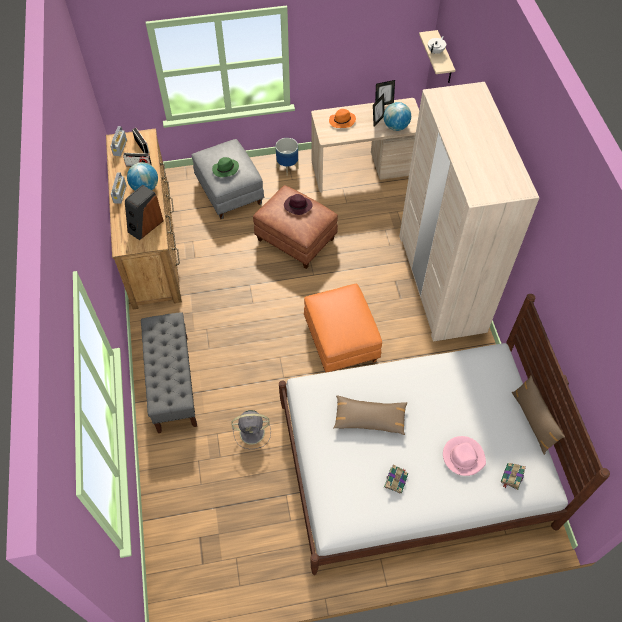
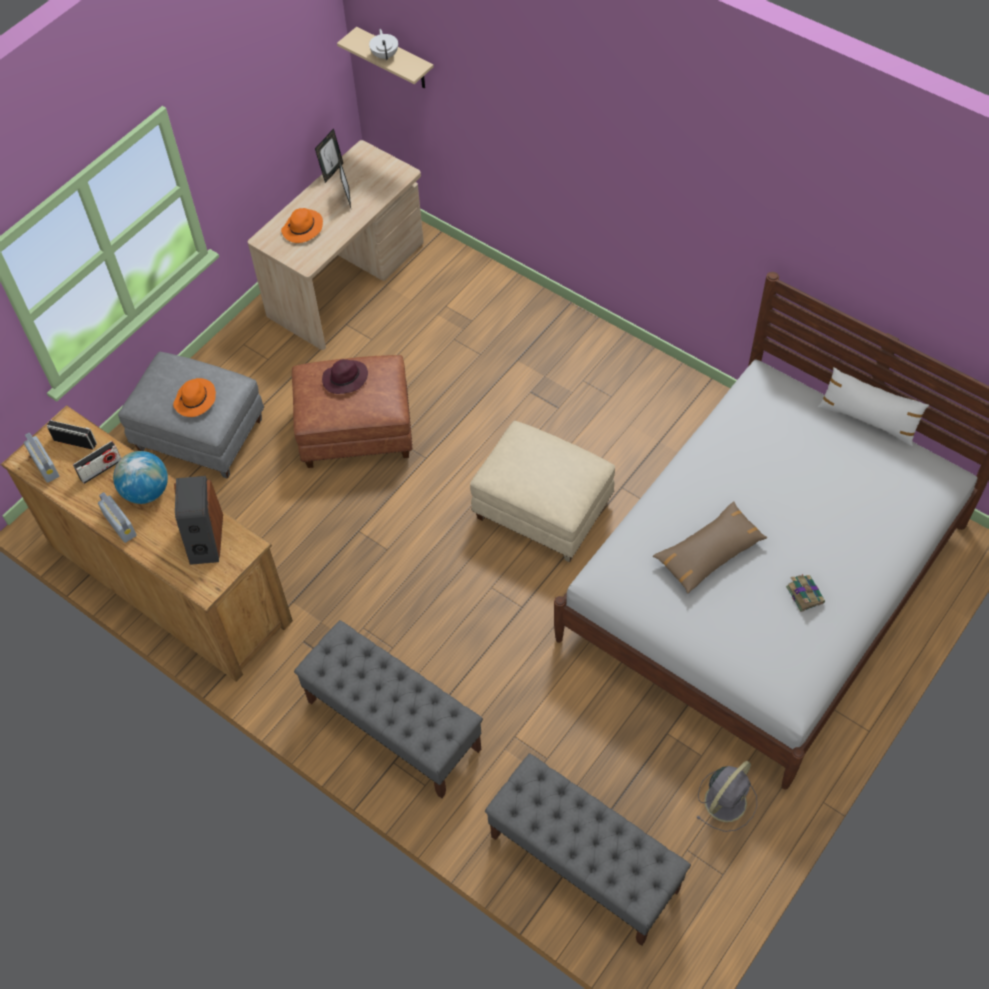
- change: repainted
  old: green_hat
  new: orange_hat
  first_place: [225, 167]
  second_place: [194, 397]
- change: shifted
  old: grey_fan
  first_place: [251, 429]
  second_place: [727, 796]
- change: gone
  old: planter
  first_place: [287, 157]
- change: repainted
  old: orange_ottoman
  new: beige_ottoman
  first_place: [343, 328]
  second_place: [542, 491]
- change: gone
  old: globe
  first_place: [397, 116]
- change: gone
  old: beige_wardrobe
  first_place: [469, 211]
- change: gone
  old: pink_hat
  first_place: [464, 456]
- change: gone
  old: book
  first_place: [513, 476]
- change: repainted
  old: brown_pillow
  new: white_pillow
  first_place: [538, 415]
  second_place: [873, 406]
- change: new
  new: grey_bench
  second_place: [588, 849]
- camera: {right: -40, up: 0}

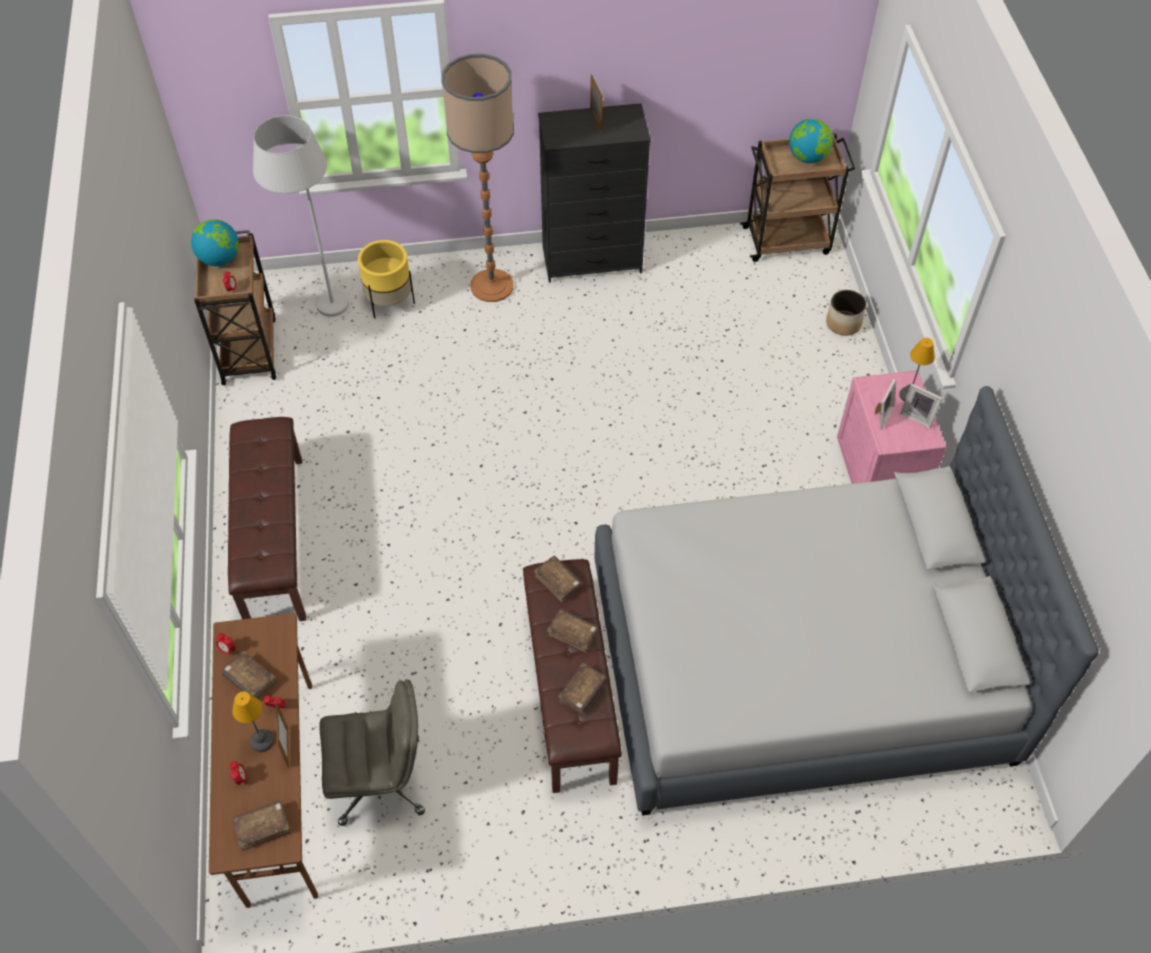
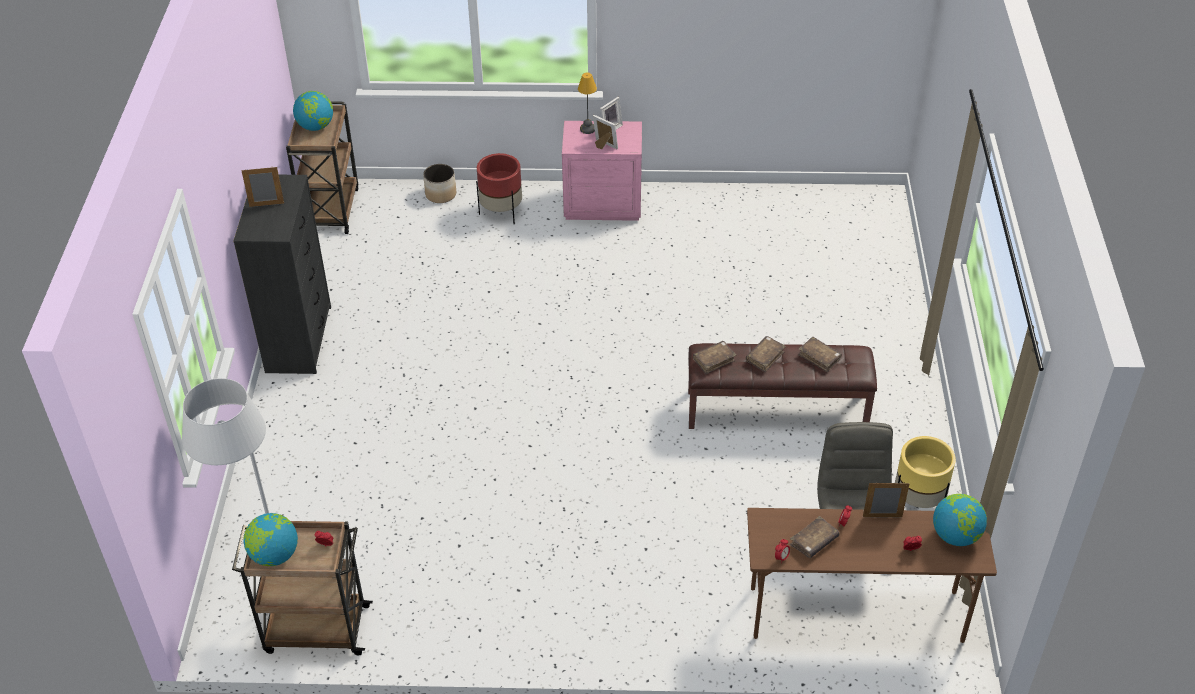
- change: gone
  old: brown_bench
  first_place: [267, 519]
- change: gone
  old: table_lamp
  first_place: [253, 722]
- change: swapped
  old: brown_book
  new: globe
  first_place: [261, 825]
  second_place: [960, 520]
- change: shifted
  old: yellow_planter
  first_place: [386, 279]
  second_place: [925, 472]
- change: gone
  old: floor_lamp
  first_place: [477, 178]
- change: gone
  old: grey_bed
  first_place: [847, 601]
- change: new
  new: red_planter
  second_place: [499, 188]
- camera: {right: -80, up: -10}

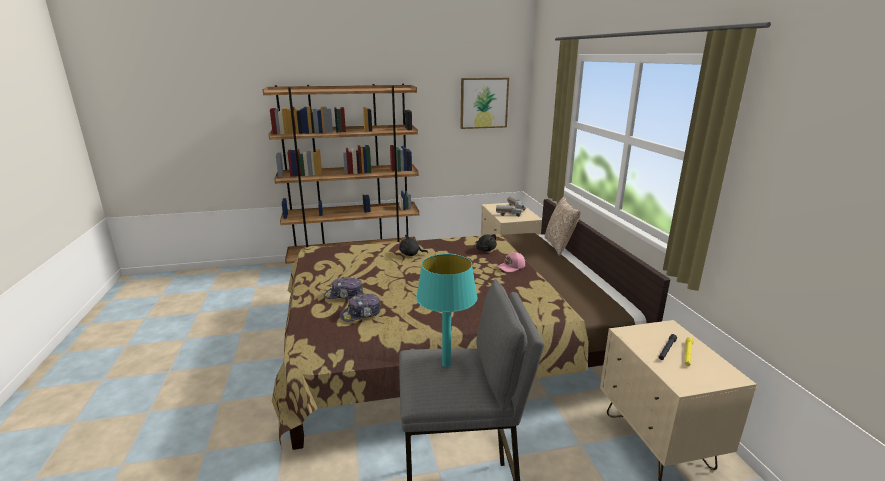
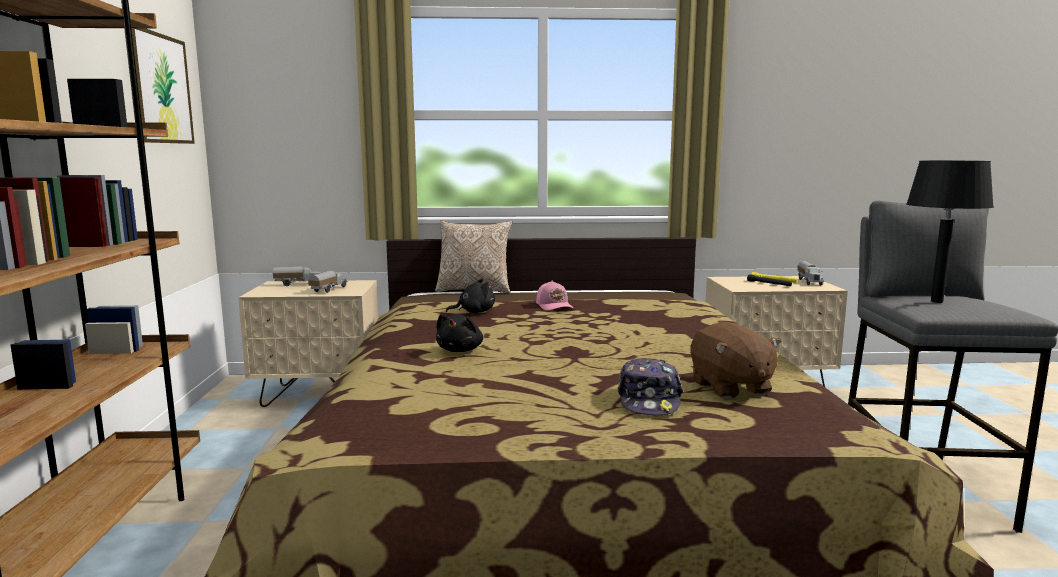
- change: swapped
  old: cap
  new: brown_plush_toy
  first_place: [360, 307]
  second_place: [736, 360]
- change: repainted
  old: turquoise_table_lamp
  new: black_table_lamp
  first_place: [446, 310]
  second_place: [950, 232]
- change: new
  new: toy_truck
  second_place: [810, 273]
- camera: {right: -80, up: -10}

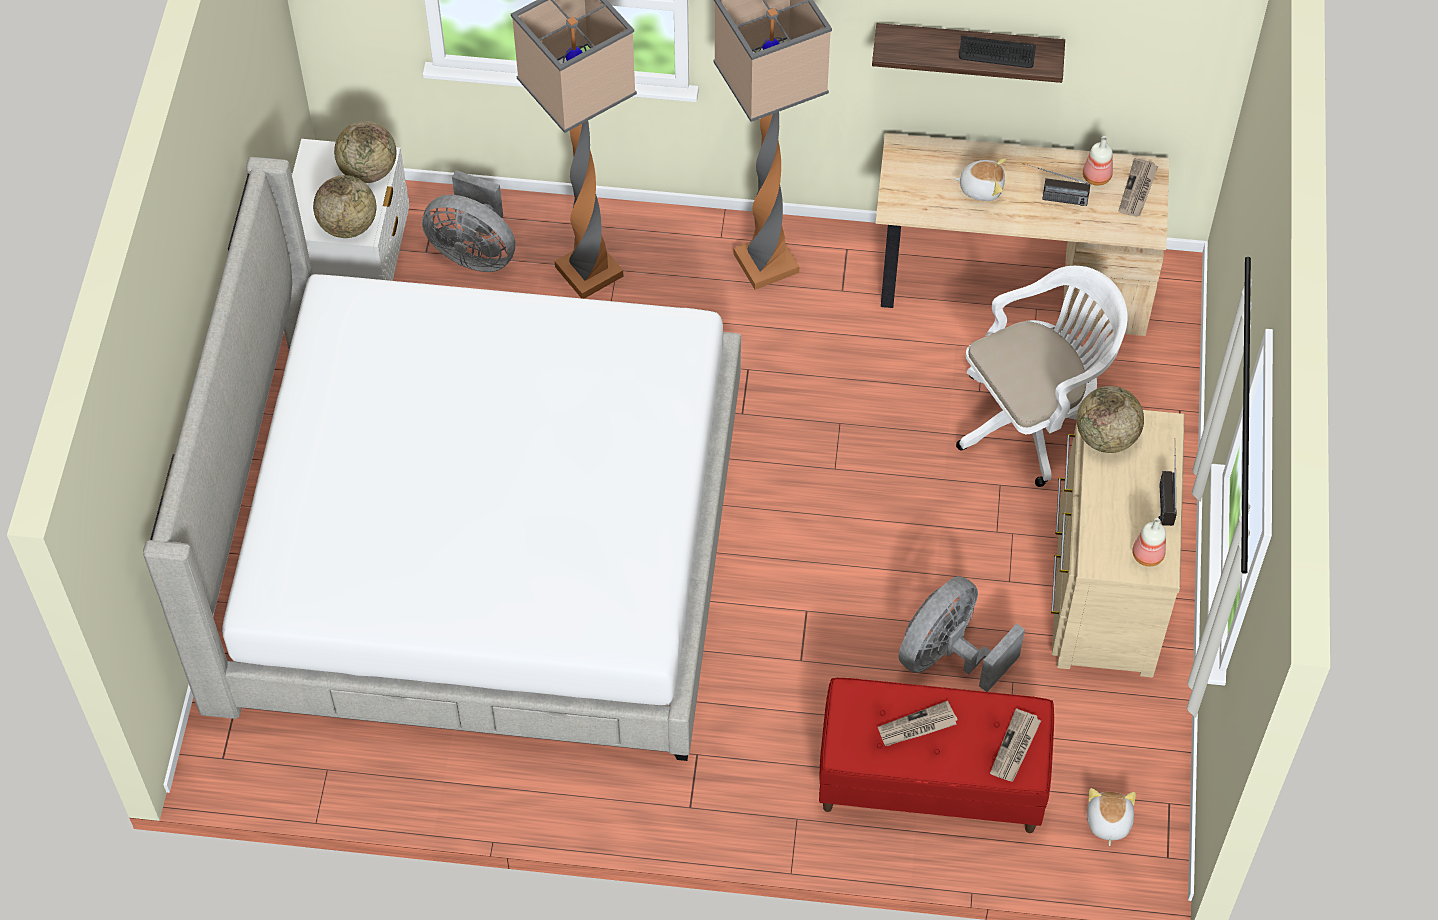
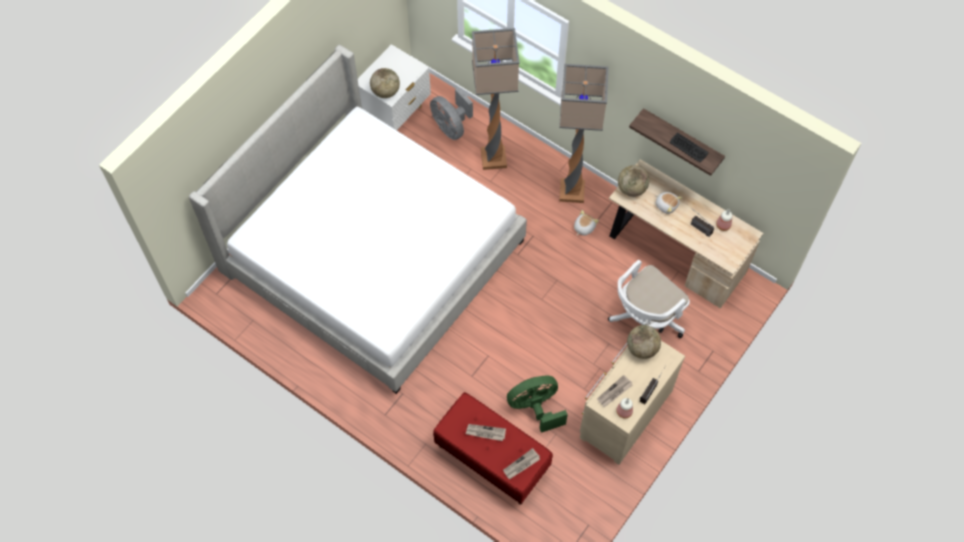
- change: shifted
  old: globe
  first_place: [365, 152]
  second_place: [633, 181]
- change: repainted
  old: grey_fan
  new: green_fan
  first_place: [962, 634]
  second_place: [537, 404]
- change: rotated
  old: white_office_chair
  first_place: [1042, 376]
  second_place: [649, 299]
  degrees: 135
- change: shifted
  old: plush_toy
  first_place: [1111, 817]
  second_place: [586, 222]
- change: shifted
  old: newspaper
  first_place: [1138, 187]
  second_place: [614, 391]
- camera: {right: 30, up: 5}

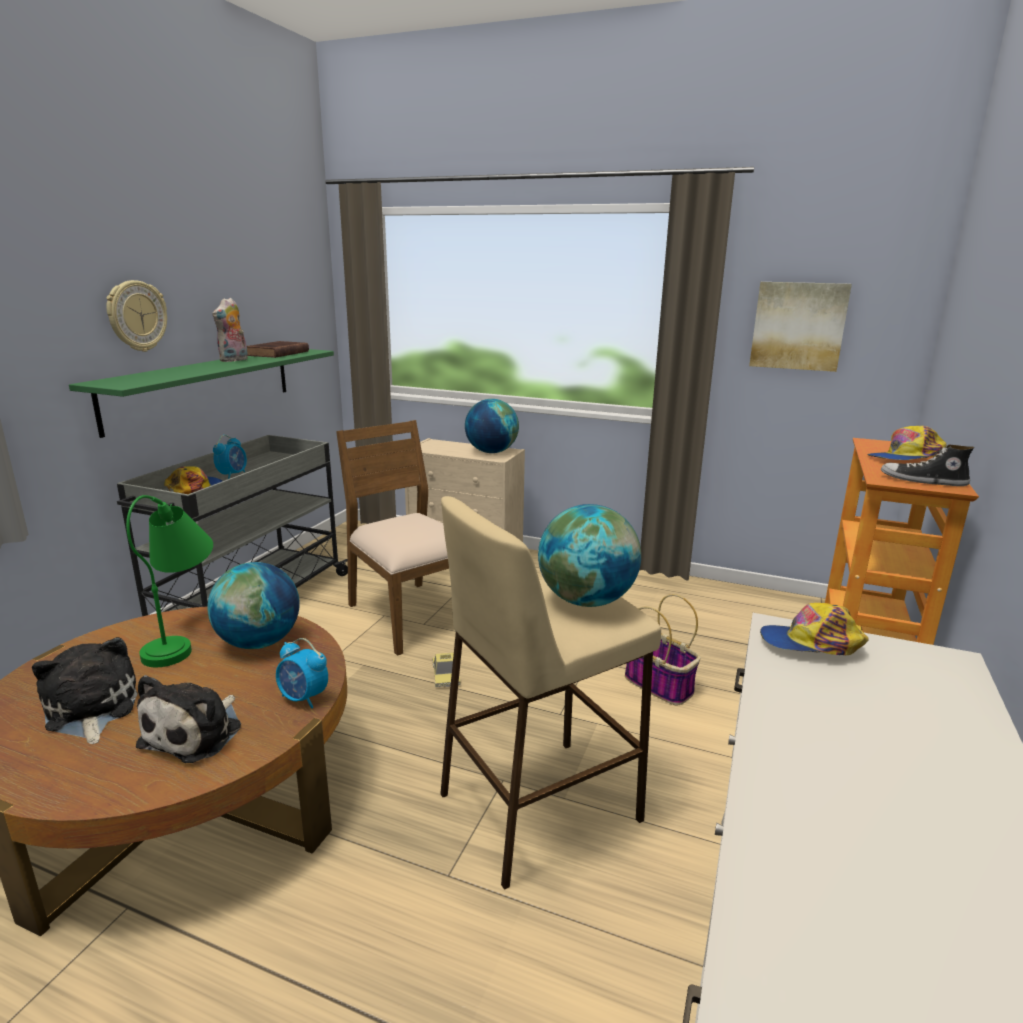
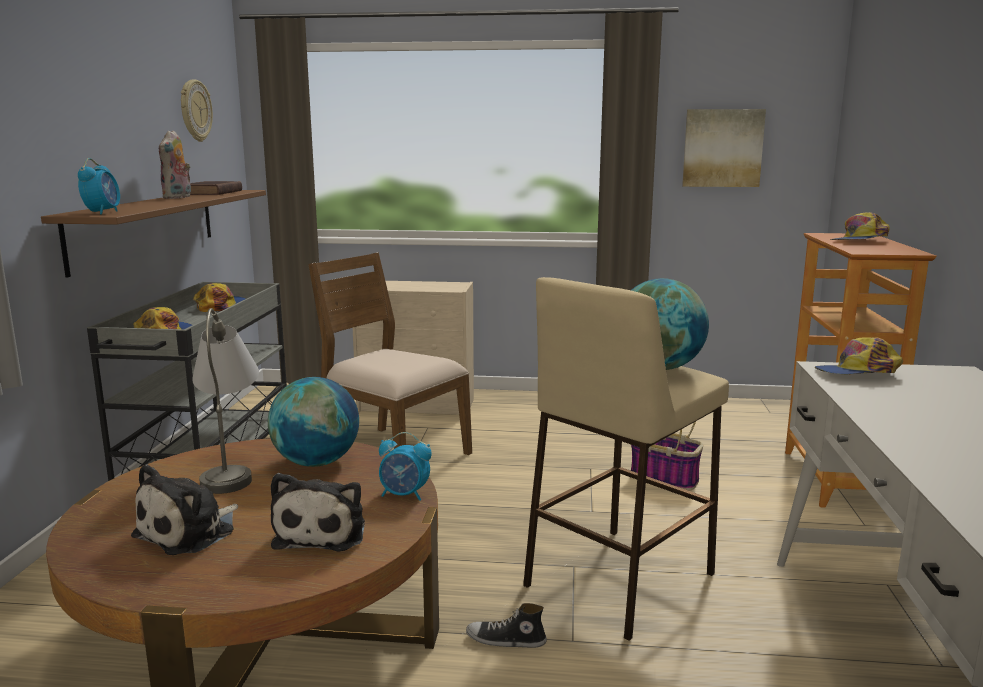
- change: rotated
  old: plush_toy
  first_place: [85, 690]
  second_place: [184, 509]
  degrees: -105
- change: repainted
  old: green_shelf
  new: brown_shelf
  first_place: [201, 393]
  second_place: [153, 234]
- change: shifted
  old: wall_clock
  first_place: [136, 316]
  second_place: [197, 110]
- change: repainted
  old: green_table_lamp
  new: grey_table_lamp
  first_place: [169, 581]
  second_place: [225, 401]
- change: shifted
  old: alarm_clock
  first_place: [230, 457]
  second_place: [99, 186]
- change: gone
  old: toy_car
  first_place: [446, 670]
- change: gone
  old: globe
  first_place: [492, 426]
- change: shifted
  old: shoe
  first_place: [927, 465]
  second_place: [506, 625]
- change: new
  new: cap
  second_place: [219, 297]
- camera: {right: -15, up: -5}

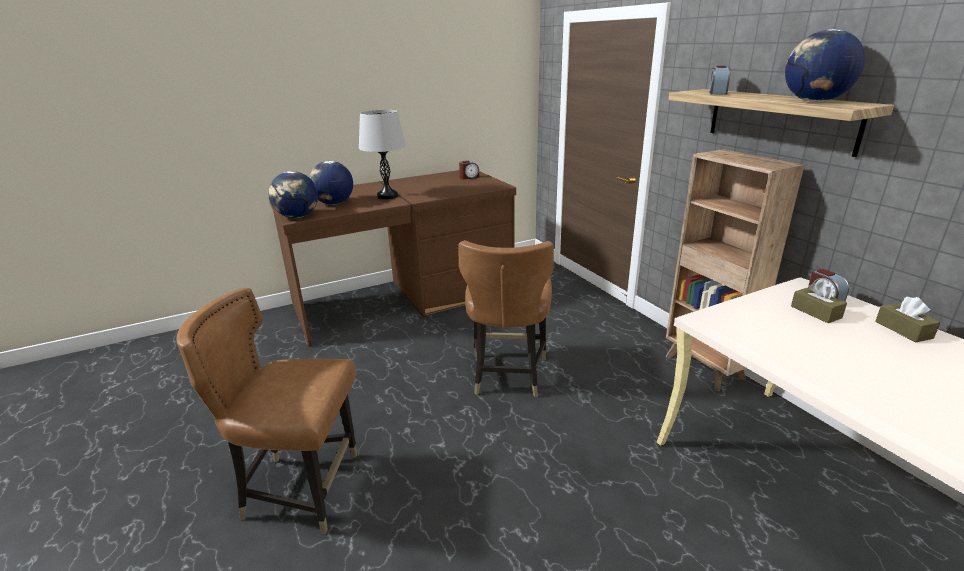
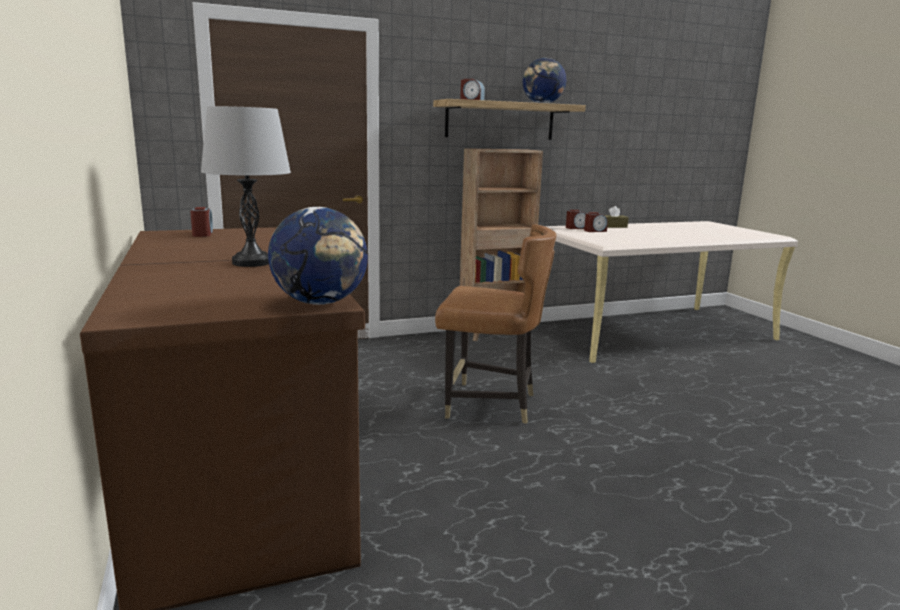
- change: gone
  old: brown_chair
  first_place: [266, 411]
- change: gone
  old: globe
  first_place: [331, 183]
- change: swapped
  old: brown_tissue_box
  new: alarm_clock
  first_place: [819, 302]
  second_place: [596, 222]
- camera: {right: -85, up: -10}

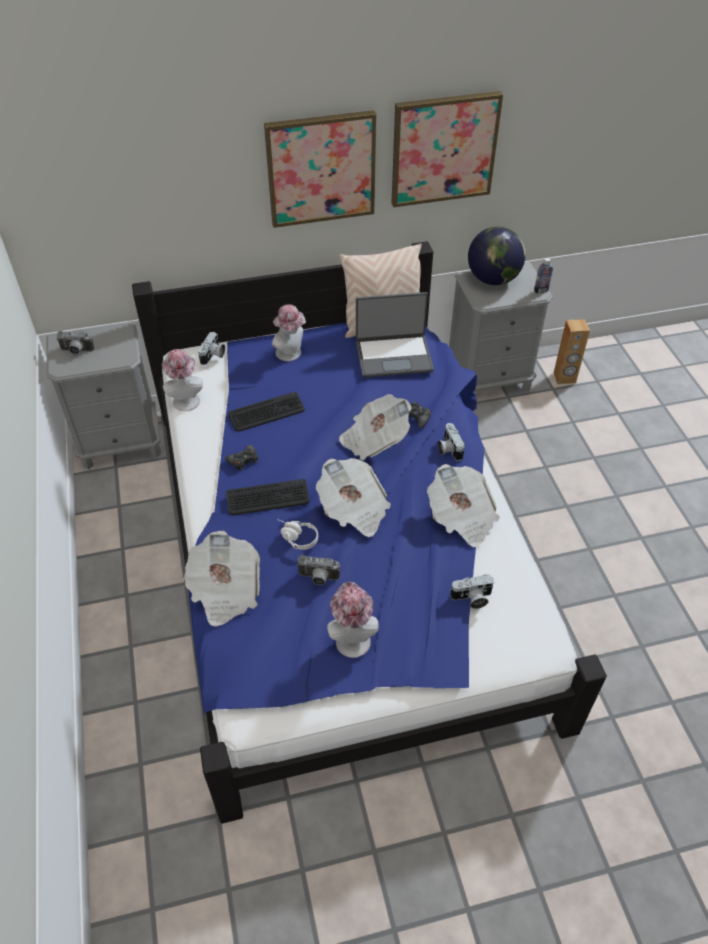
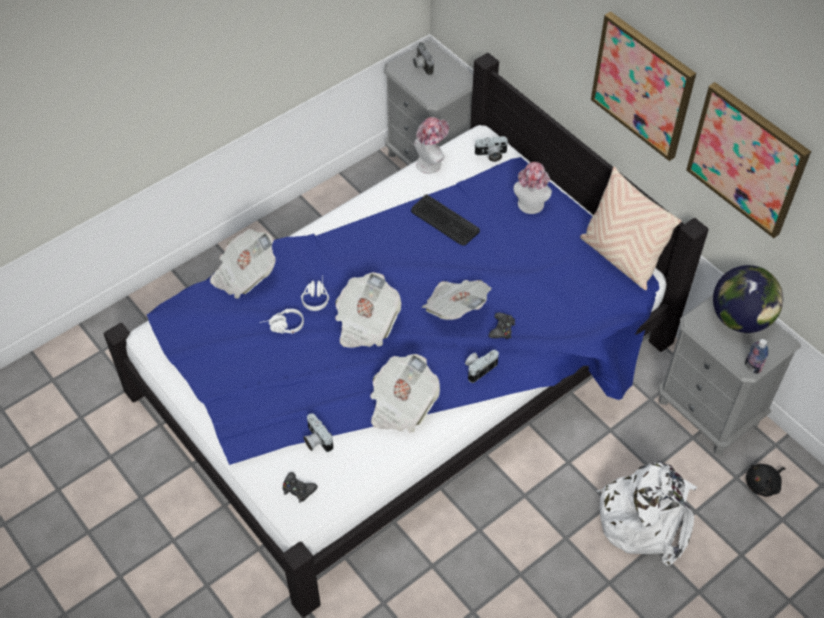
- change: shifted
  old: black_game_controller
  first_place: [241, 458]
  second_place: [300, 487]
- change: gone
  old: keyboard
  first_place: [267, 497]
- change: swapped
  old: photo_camera
  new: white_headphones
  first_place: [318, 570]
  second_place: [282, 321]
- change: gone
  old: hat
  first_place: [353, 620]
- change: gone
  old: laptop
  first_place: [395, 335]
- change: swapped
  old: brown_speaker
  new: black_plush_toy
  first_place: [572, 351]
  second_place: [766, 480]
- change: new
  new: white_backpack
  second_place: [647, 513]
- camera: {right: 65, up: 5}

